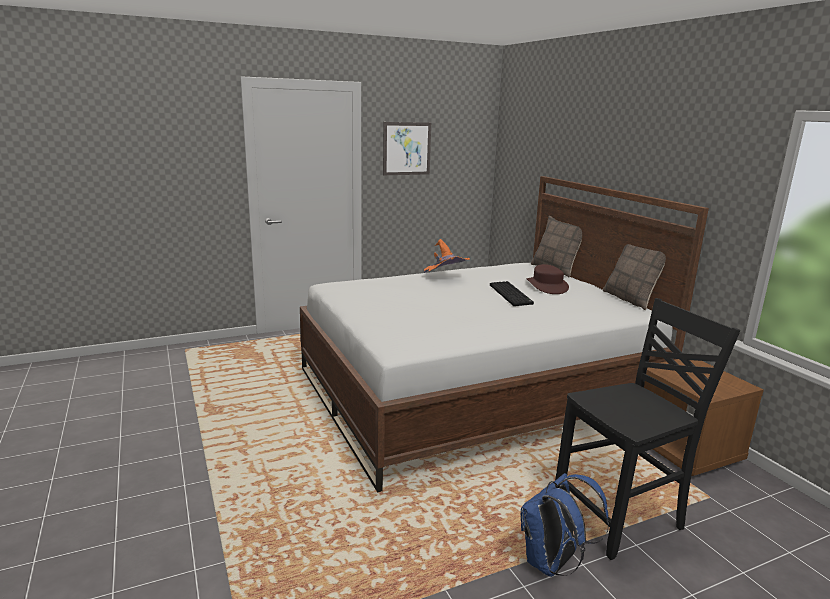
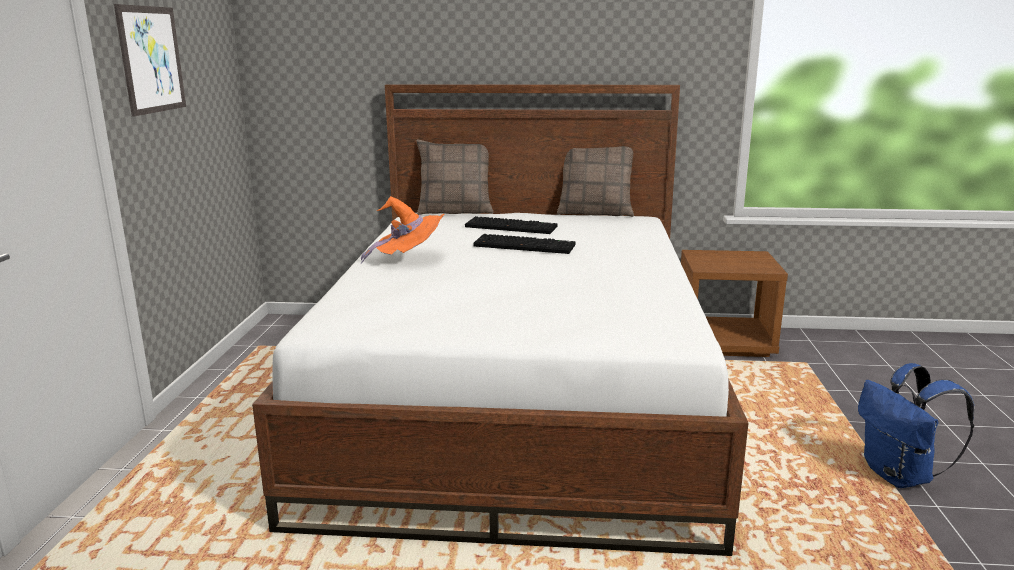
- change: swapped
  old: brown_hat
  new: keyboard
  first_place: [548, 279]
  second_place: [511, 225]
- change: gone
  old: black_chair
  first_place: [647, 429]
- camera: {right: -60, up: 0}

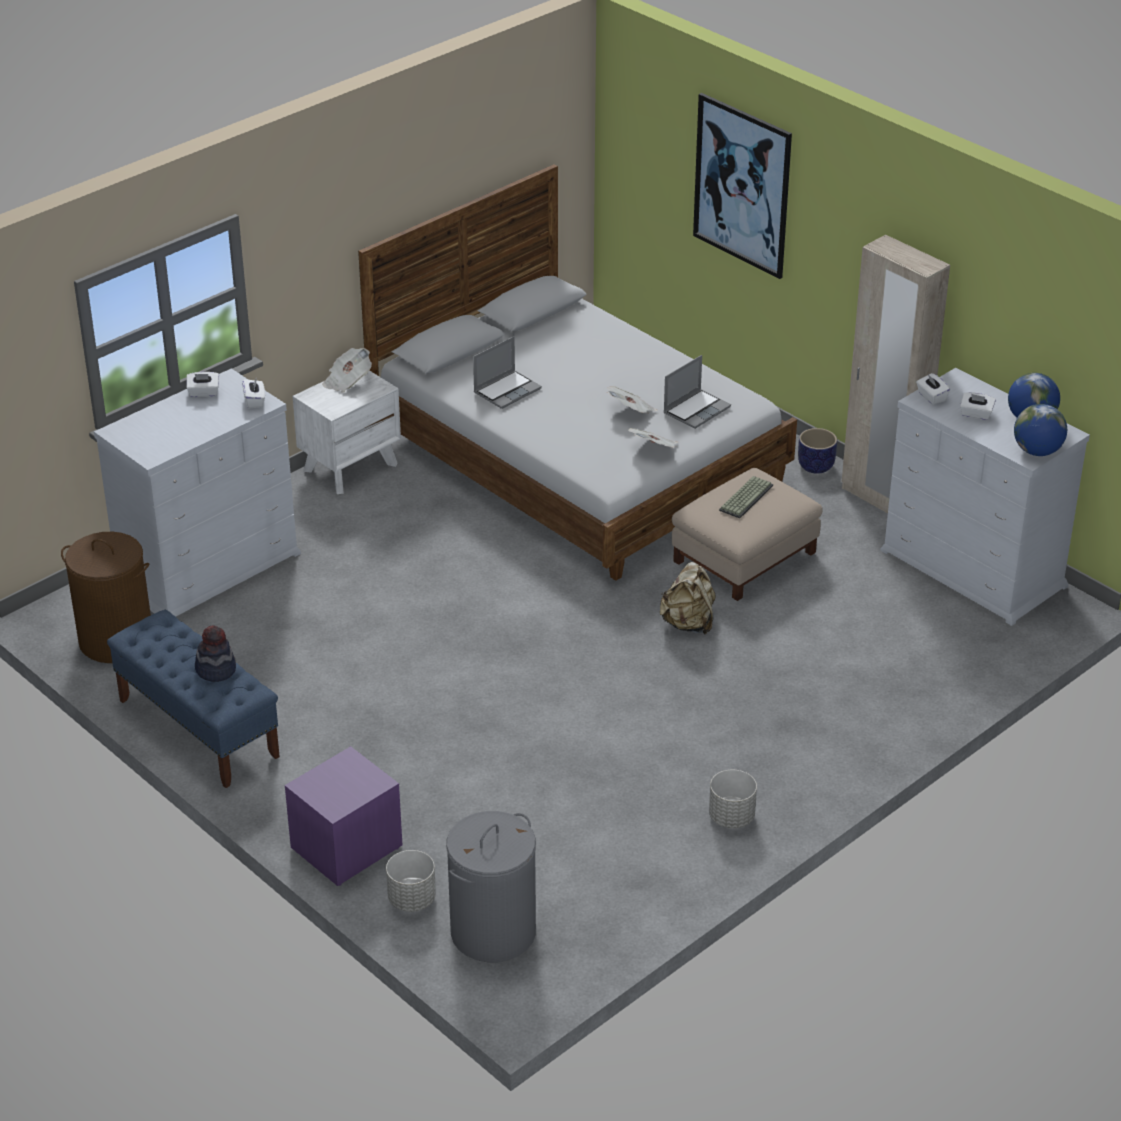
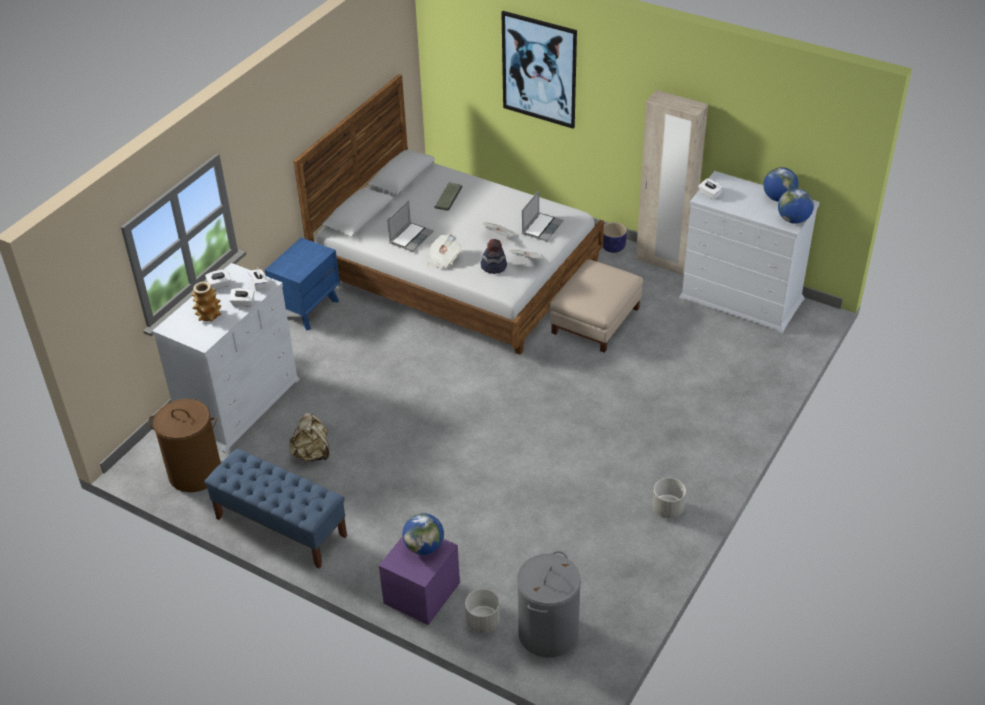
- change: shifted
  old: hat
  first_place: [215, 653]
  second_place: [493, 256]
- change: repainted
  old: white_nightstand
  new: blue_nightstand
  first_place: [346, 432]
  second_place: [302, 284]
- change: shifted
  old: newspaper
  first_place: [347, 370]
  second_place: [444, 251]
- change: shifted
  old: beige_backpack
  first_place: [688, 598]
  second_place: [309, 437]
- change: shifted
  old: keyboard
  first_place: [746, 497]
  second_place: [448, 197]
- change: shifted
  old: white_tissue_box
  first_place: [978, 406]
  second_place: [242, 297]
- change: new
  new: vase
  second_place: [206, 302]
- change: new
  new: globe
  second_place: [423, 534]
- camera: {right: -15, up: 5}

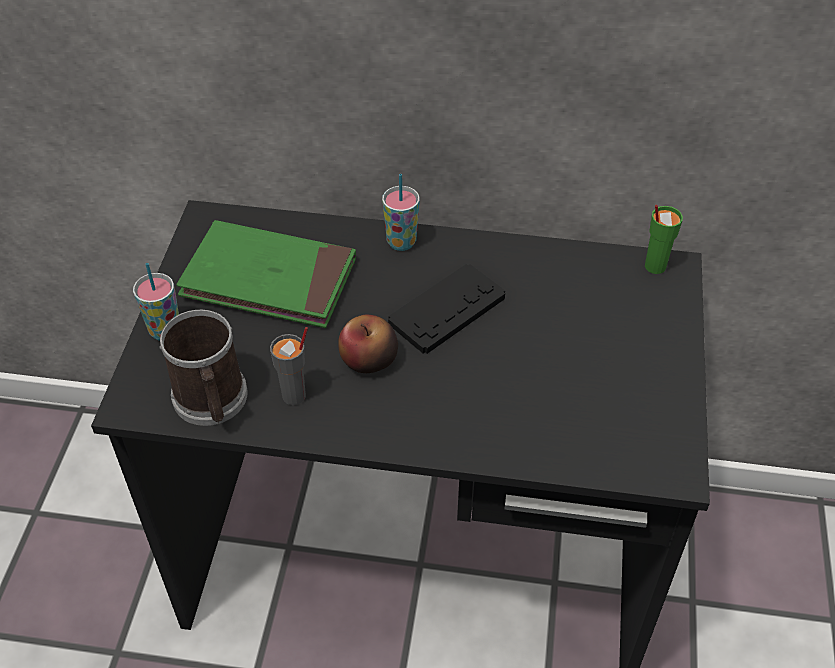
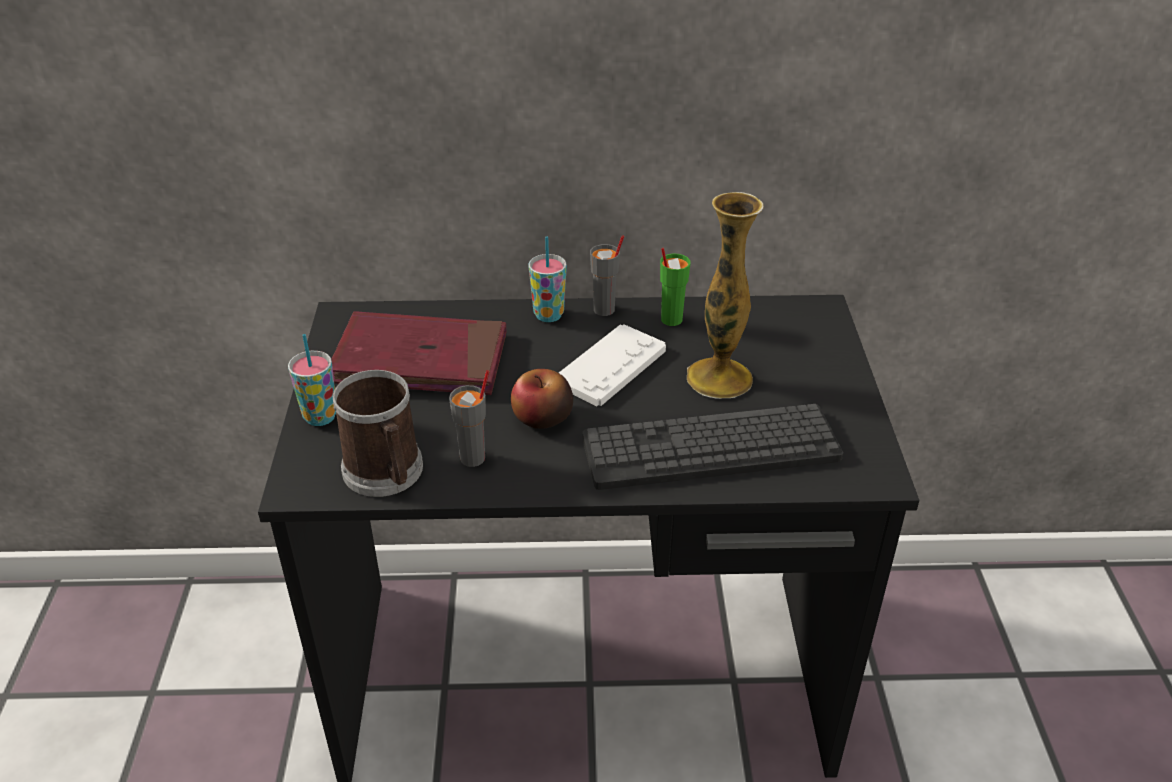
- change: repainted
  old: green_book
  new: red_book
  first_place: [266, 274]
  second_place: [418, 353]
- change: repainted
  old: black_game_controller
  new: white_game_controller
  first_place: [446, 309]
  second_place: [612, 365]
- change: shifted
  old: green_cup
  first_place: [664, 239]
  second_place: [675, 287]
- change: new
  new: keyboard
  second_place: [713, 447]
- change: new
  new: grey_cup
  second_place: [607, 275]
- change: new
  new: vase
  second_place: [725, 295]
- camera: {right: -10, up: -10}

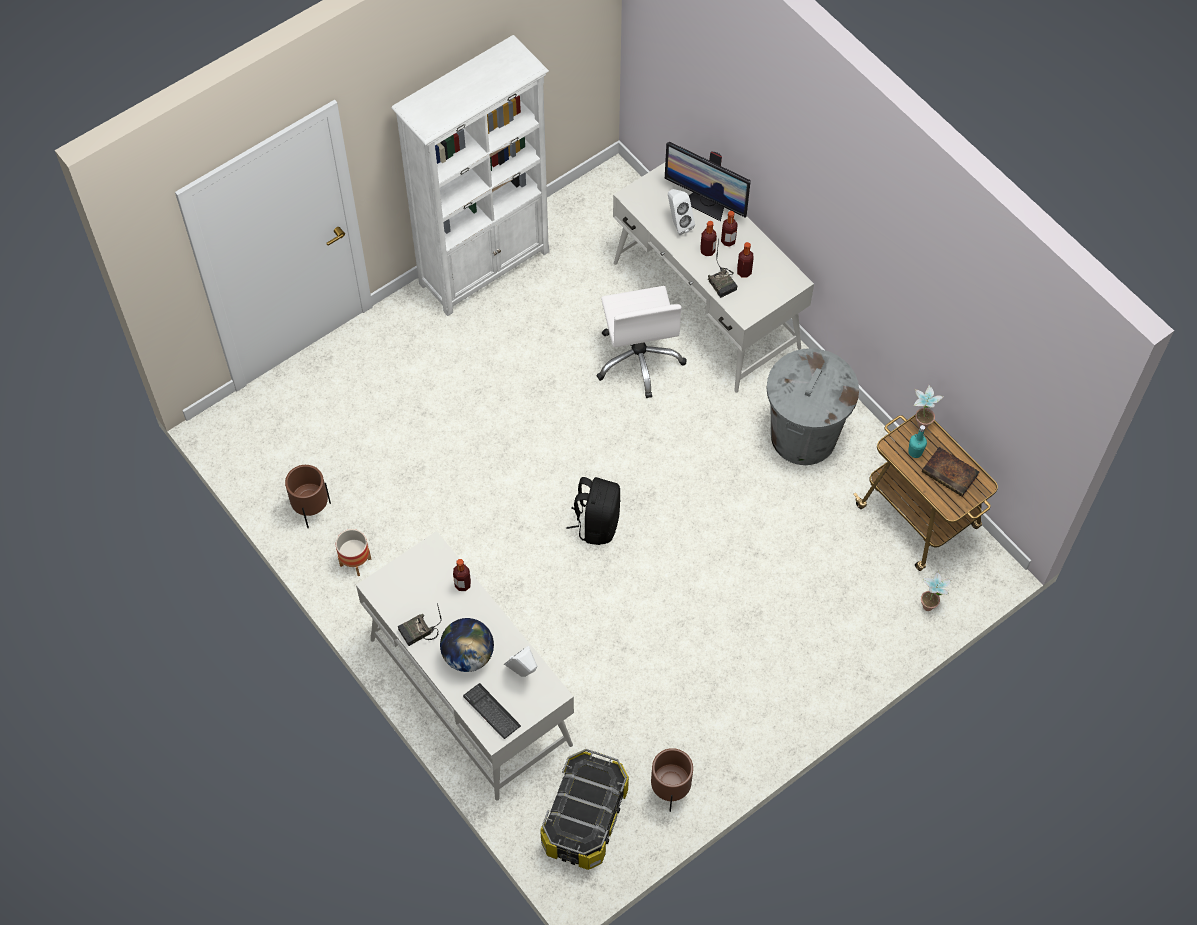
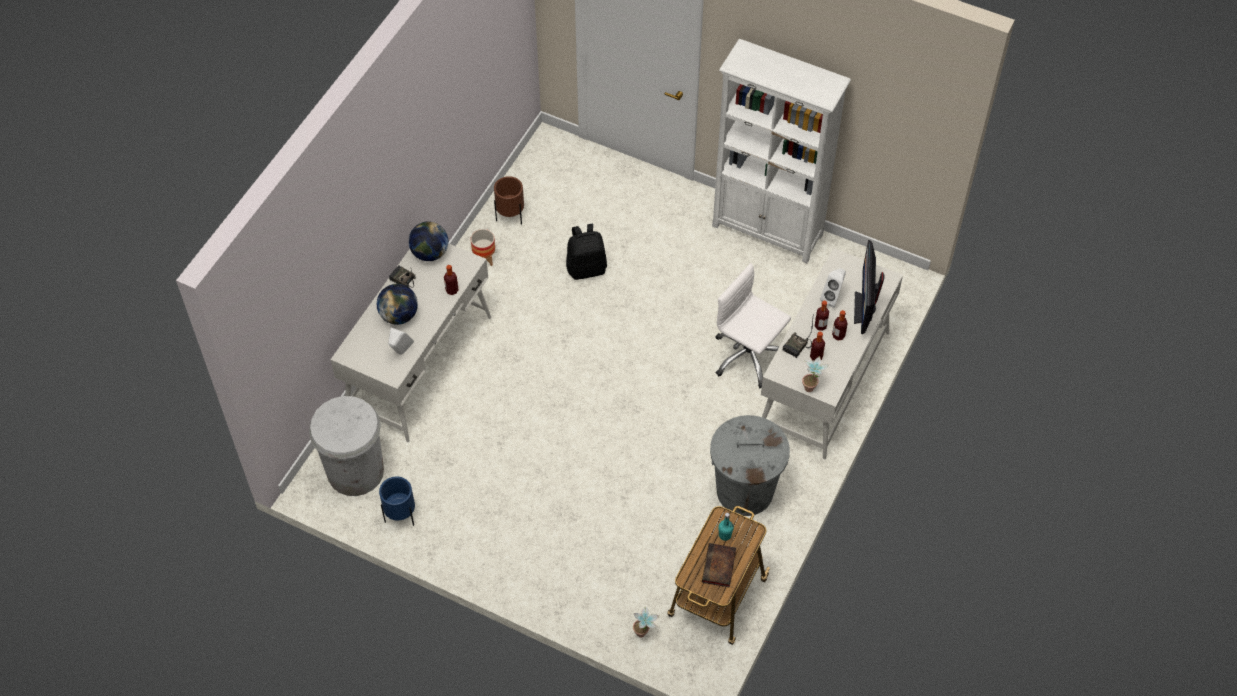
- change: gone
  old: keyboard
  first_place: [492, 711]
- change: swapped
  old: storage_box
  new: white_trash_can
  first_place: [584, 809]
  second_place: [346, 446]
- change: shifted
  old: black_backpack
  first_place: [593, 511]
  second_place: [586, 252]
- change: rotated
  old: white_office_chair
  first_place: [641, 342]
  second_place: [753, 325]
  degrees: 75
- change: repainted
  old: brown_planter
  new: blue_planter
  first_place: [672, 780]
  second_place: [397, 501]
- change: shifted
  old: potted_plant
  first_place: [929, 407]
  second_place: [815, 374]
- change: new
  new: globe
  second_place: [428, 241]
- camera: {right: 65, up: -5}

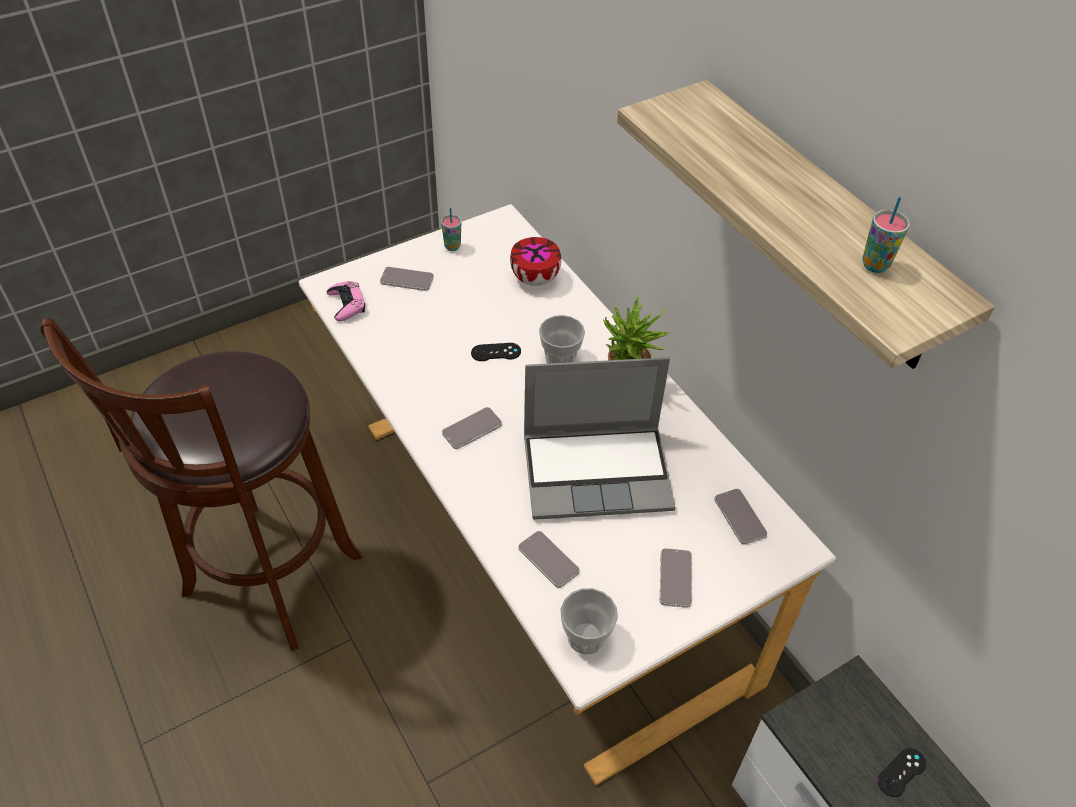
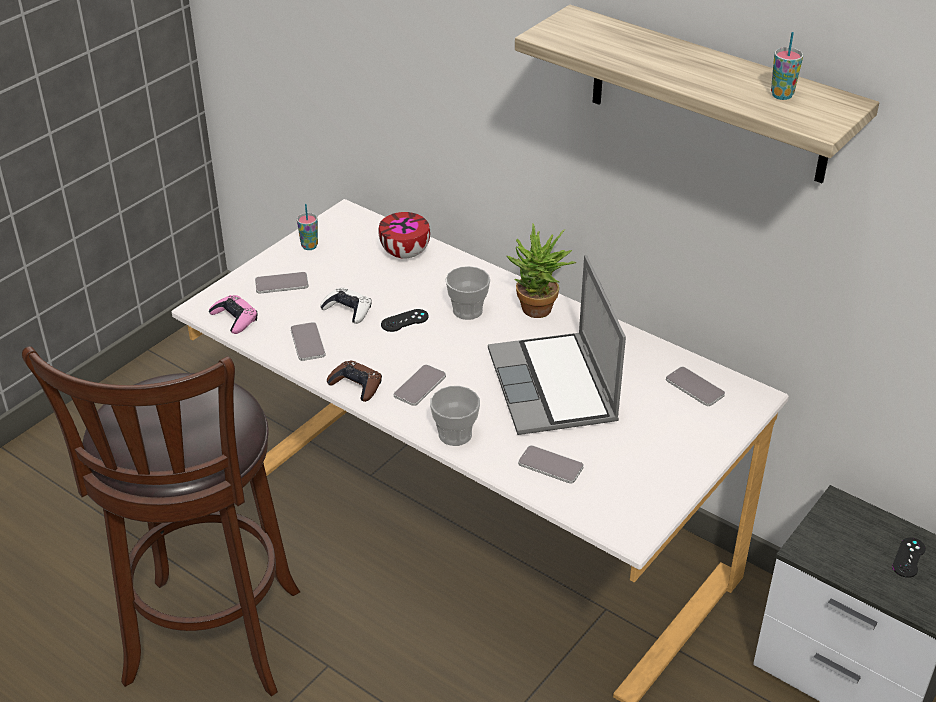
- change: rotated
  old: laptop
  first_place: [599, 438]
  second_place: [557, 345]
  degrees: 105
- change: shifted
  old: cup
  first_place: [589, 621]
  second_place: [455, 416]
- change: shifted
  old: phone
  first_place: [676, 578]
  second_place: [308, 341]
- change: new
  new: white_game_controller
  second_place: [346, 305]
- change: new
  new: brown_game_controller
  second_place: [354, 381]
- camera: {right: -20, up: -10}

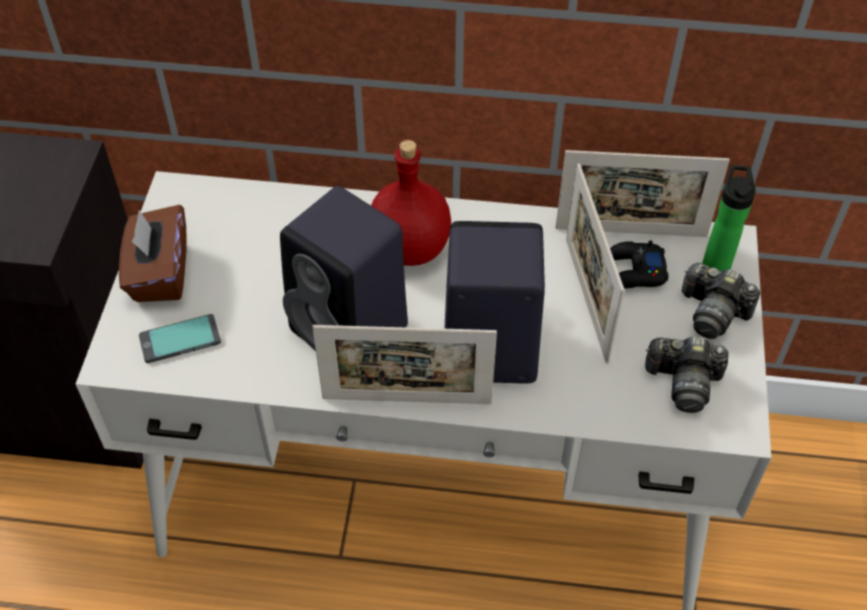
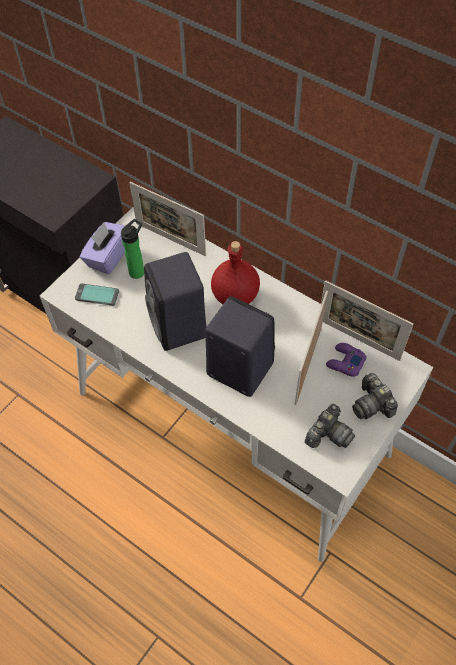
- change: repainted
  old: brown_tissue_box
  new: purple_tissue_box
  first_place: [152, 253]
  second_place: [102, 248]
- change: shifted
  old: picture_frame
  first_place: [404, 364]
  second_place: [167, 219]
- change: repainted
  old: black_game_controller
  new: purple_game_controller
  first_place: [639, 265]
  second_place: [346, 360]
- change: rotated
  old: photo_camera
  first_place: [686, 375]
  second_place: [330, 426]
  degrees: -90
- change: shifted
  old: bottle
  first_place: [729, 218]
  second_place: [132, 249]
- camera: {right: 30, up: 5}

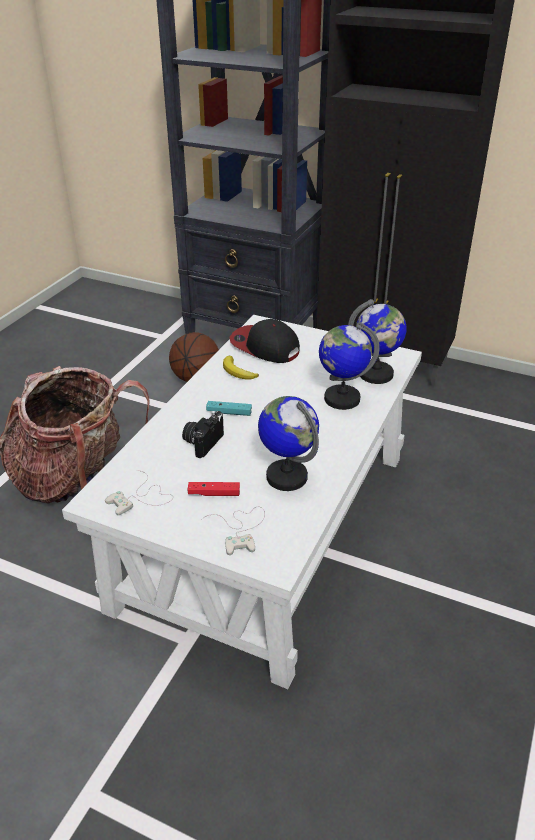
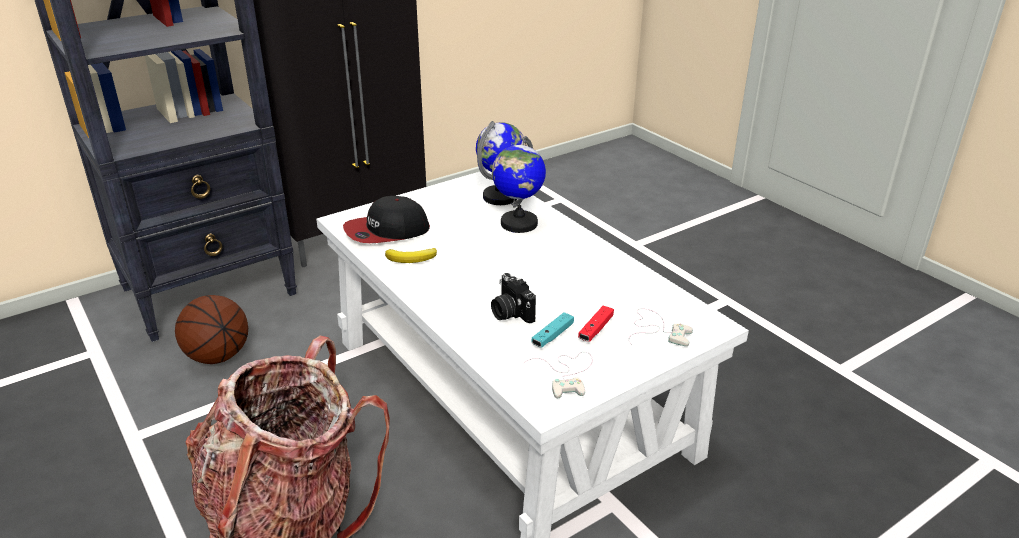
- change: shifted
  old: turquoise_game_controller
  first_place: [229, 408]
  second_place: [552, 330]
- change: gone
  old: globe
  first_place: [288, 443]
- camera: {right: -60, up: -5}

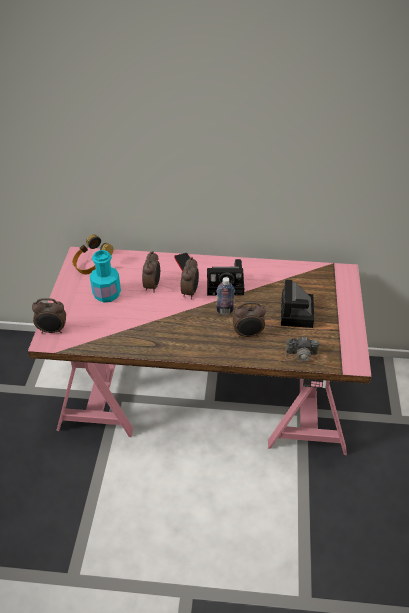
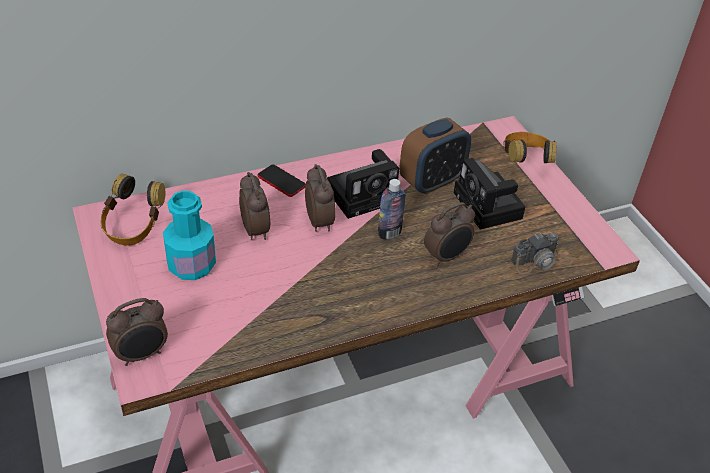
- change: new
  new: alarm_clock
  second_place: [435, 156]
- change: new
  new: headphones
  second_place: [530, 147]
- camera: {right: -30, up: 0}

